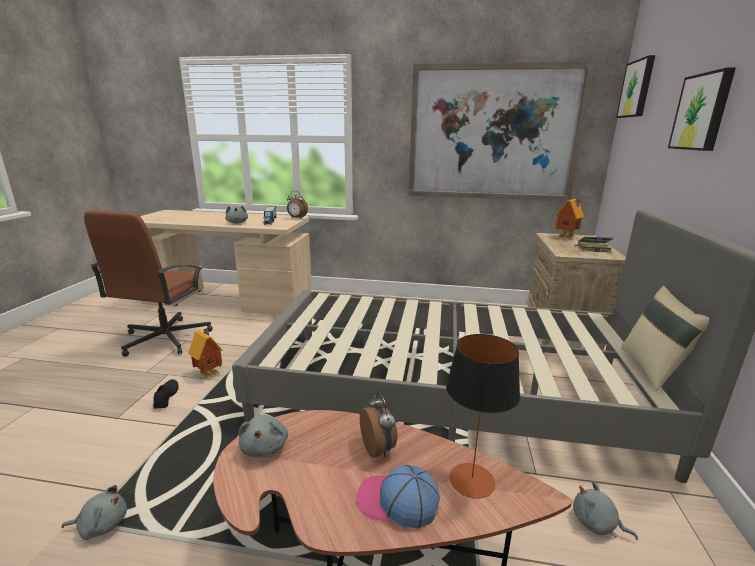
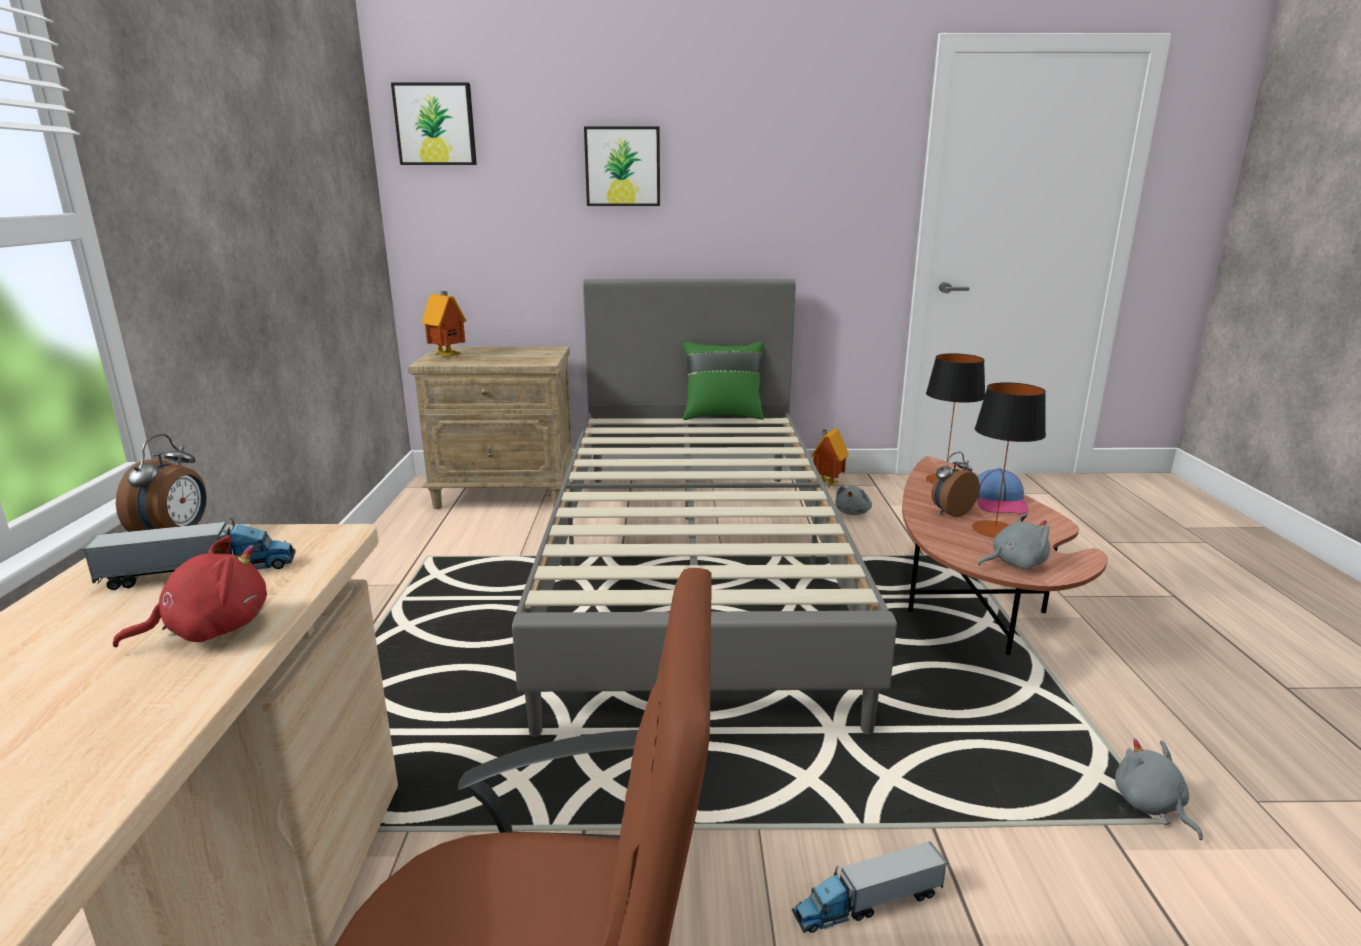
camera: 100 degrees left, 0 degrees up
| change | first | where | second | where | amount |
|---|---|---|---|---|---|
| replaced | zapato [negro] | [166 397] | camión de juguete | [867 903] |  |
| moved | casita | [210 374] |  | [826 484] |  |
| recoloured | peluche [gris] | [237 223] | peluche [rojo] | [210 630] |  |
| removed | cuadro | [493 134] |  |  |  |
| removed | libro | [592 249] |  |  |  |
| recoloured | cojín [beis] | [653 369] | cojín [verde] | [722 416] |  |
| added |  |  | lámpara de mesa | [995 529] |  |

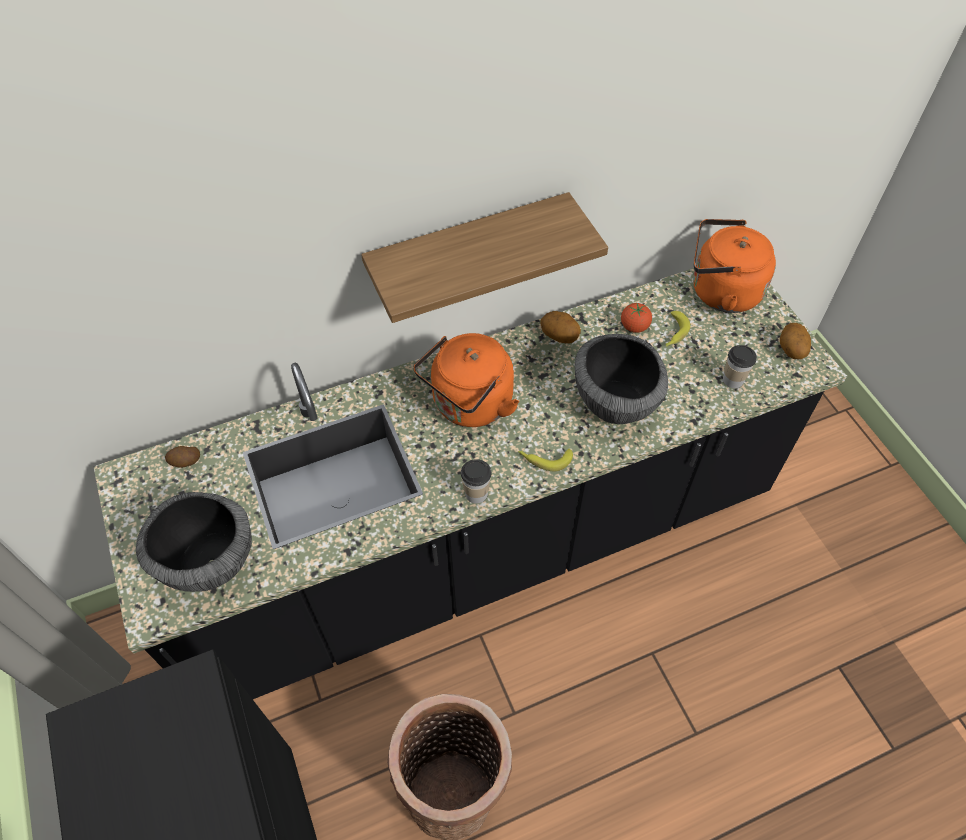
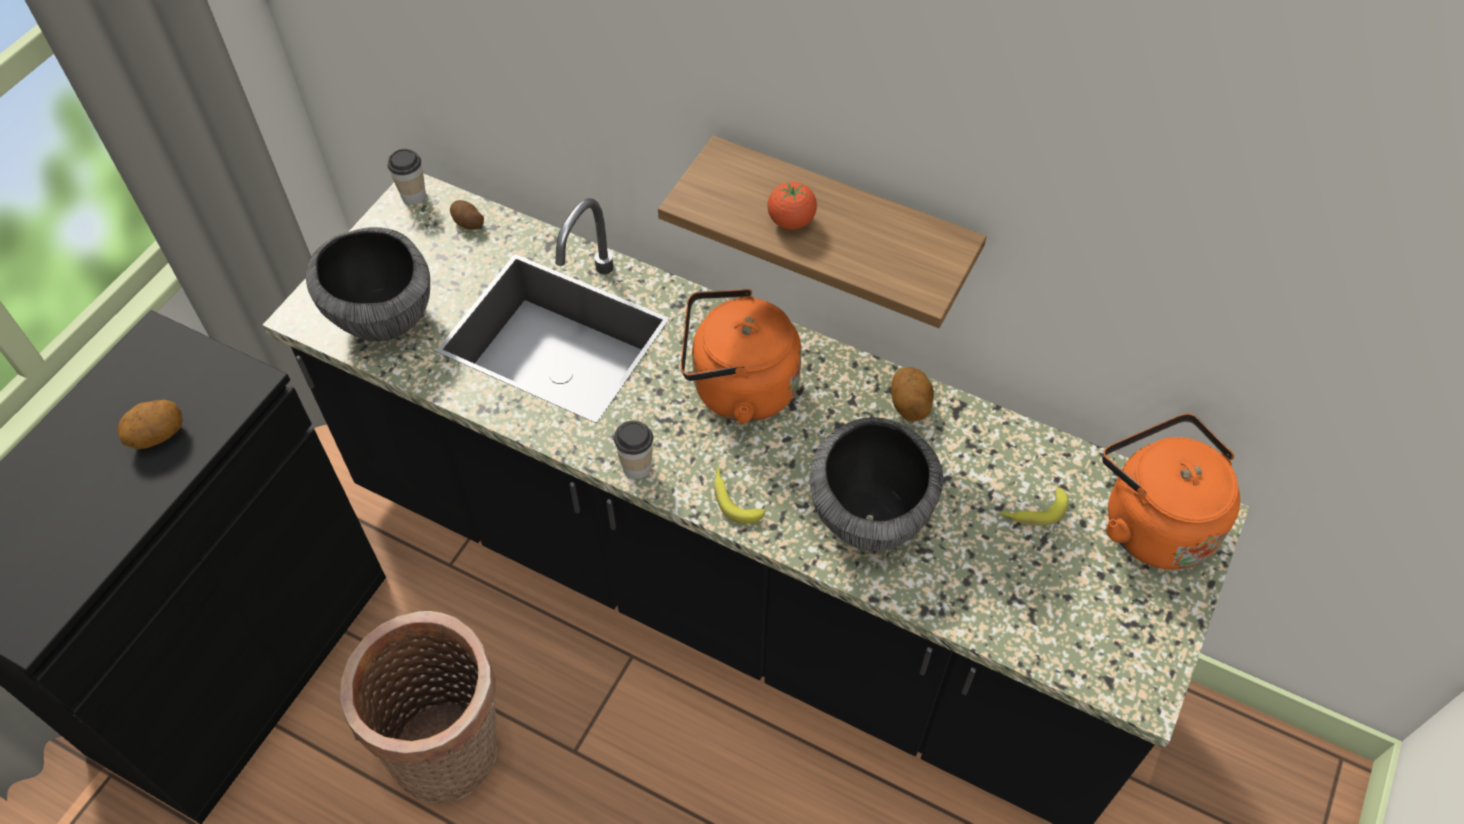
camera: 50 degrees right, 0 degrees up
| change | first | where | second | where | amount |
|---|---|---|---|---|---|
| moved | tomate | [634 327] |  | [791 221] |  |
| moved | taza | [733 380] |  | [413 195] |  |
| moved | patata | [790 350] |  | [158 435] |  |

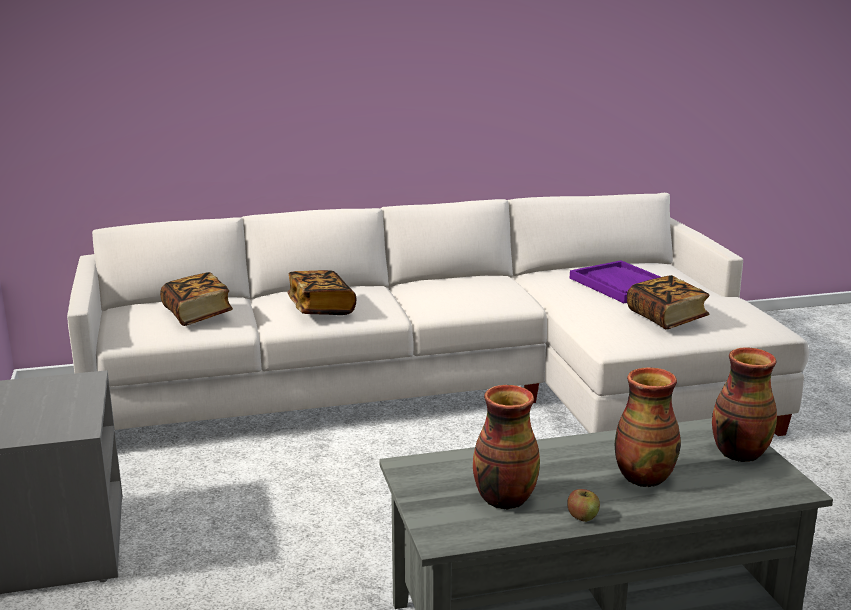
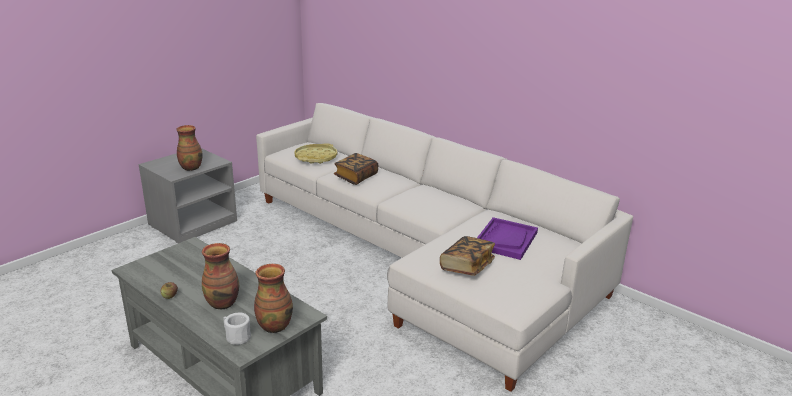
camera: 55 degrees right, 5 degrees up
| change | first | where | second | where | amount |
|---|---|---|---|---|---|
| replaced | libro | [197 314] | bandeja [amarillo] | [316 157] |  |
| moved | florero | [503 499] |  | [191 168] |  |
| added |  |  | taza grande [blanco] | [236 336] |  |

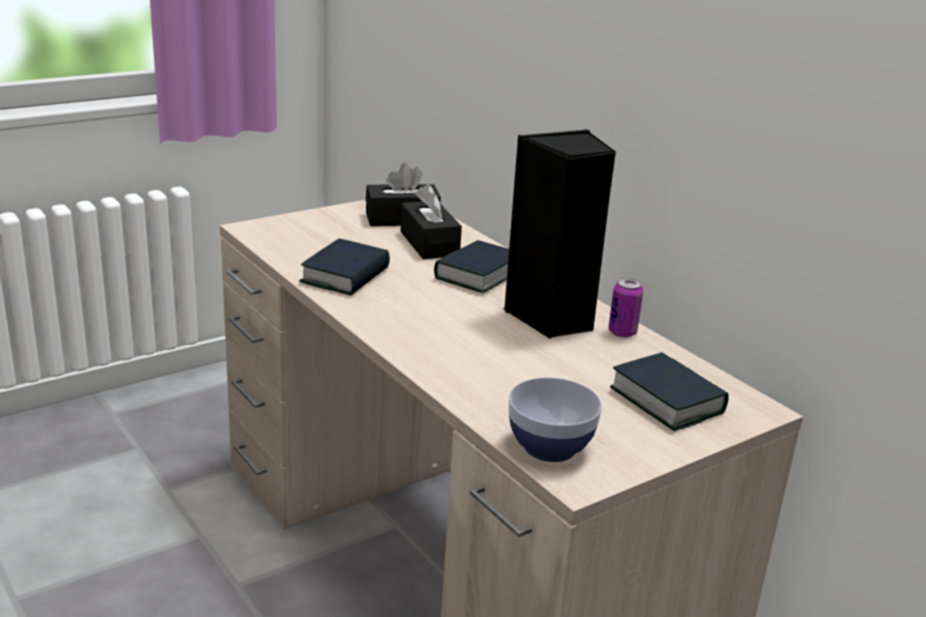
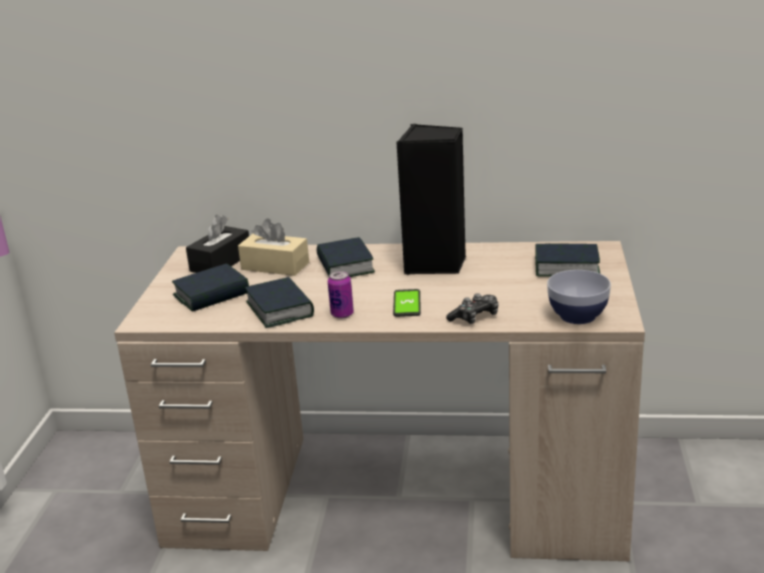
camera: 45 degrees left, 0 degrees up
| change | first | where | second | where | amount |
|---|---|---|---|---|---|
| recoloured | caja de pañuelos [negro] | [429 243] | caja de pañuelos [beis] | [275 266] |  |
| moved | lata | [622 332] |  | [342 314] |  |
| added |  |  | libro | [211 295] |  |
| added |  |  | móvil | [407 304] |  |
| added |  |  | mando de consola | [475 317] |  |

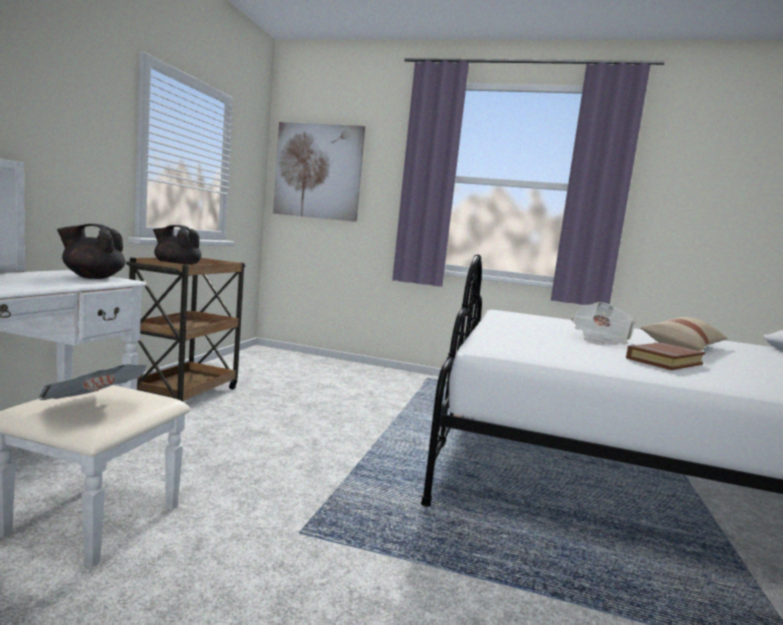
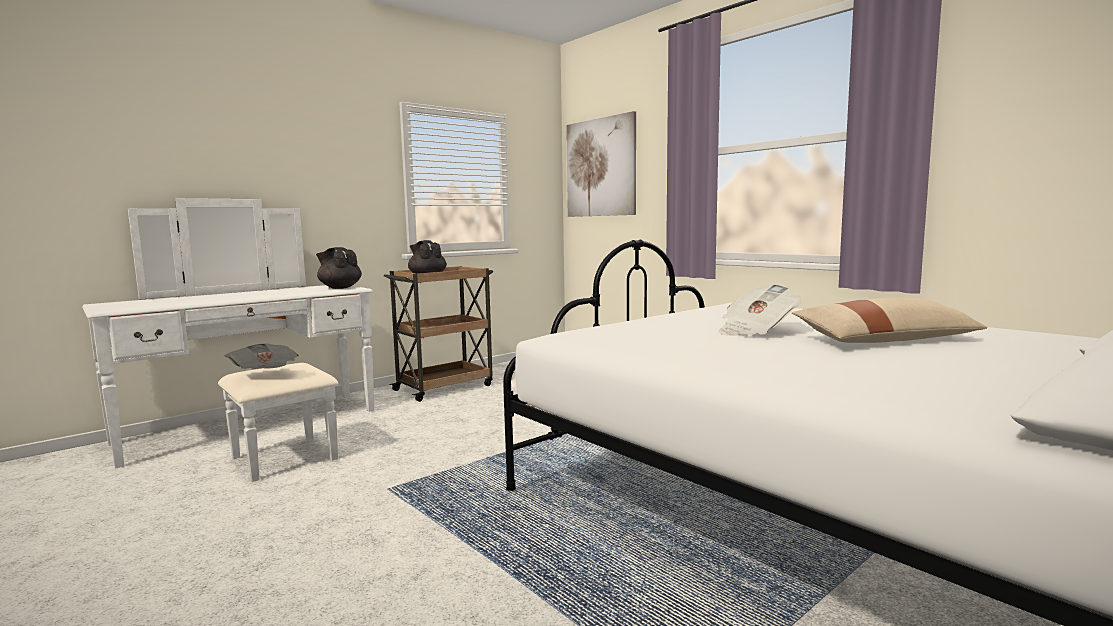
camera: 35 degrees right, 0 degrees up
| change | first | where | second | where | amount |
|---|---|---|---|---|---|
| removed | libro [marrón] | [663 361] |  |  |  |

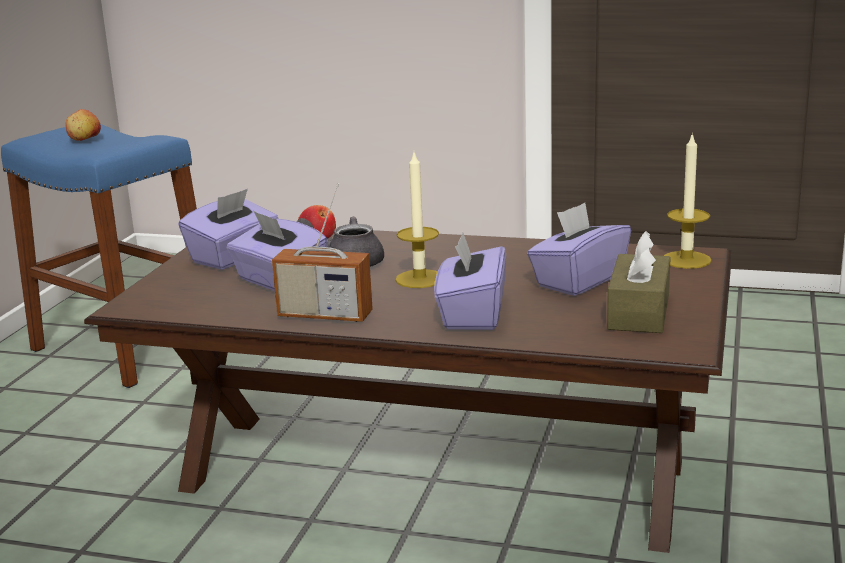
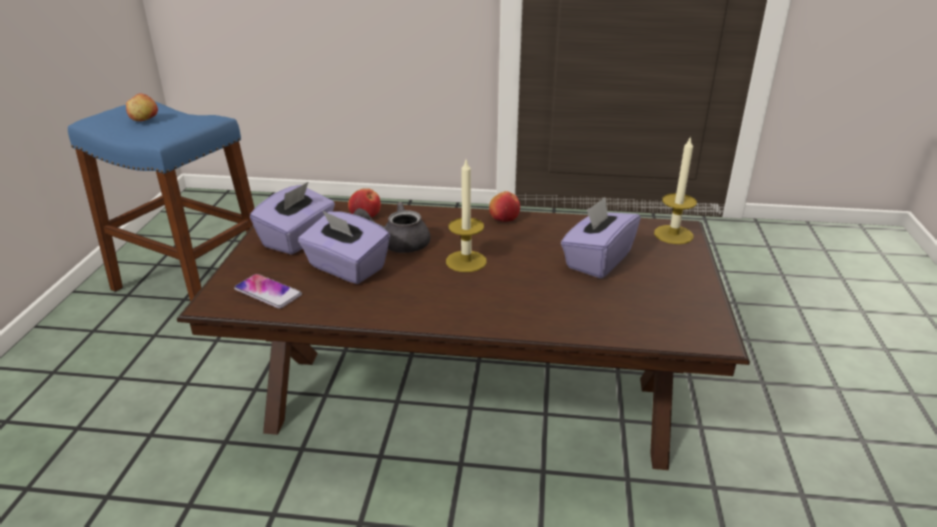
camera: 10 degrees left, 10 degrees up
| change | first | where | second | where | amount |
|---|---|---|---|---|---|
| removed | radio | [325 315] |  |  |  |
| removed | caja de pañuelos [morado] | [471 314] |  |  |  |
| removed | caja de pañuelos [marrón] | [639 312] |  |  |  |
| added |  |  | móvil | [268 292] |  |
| added |  |  | manzana | [503 219] |  |

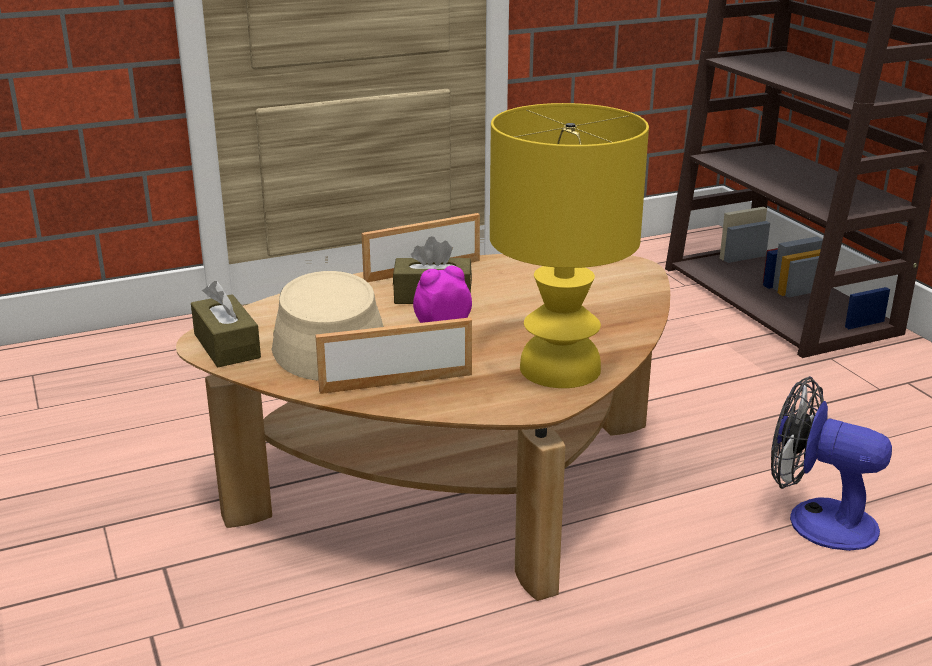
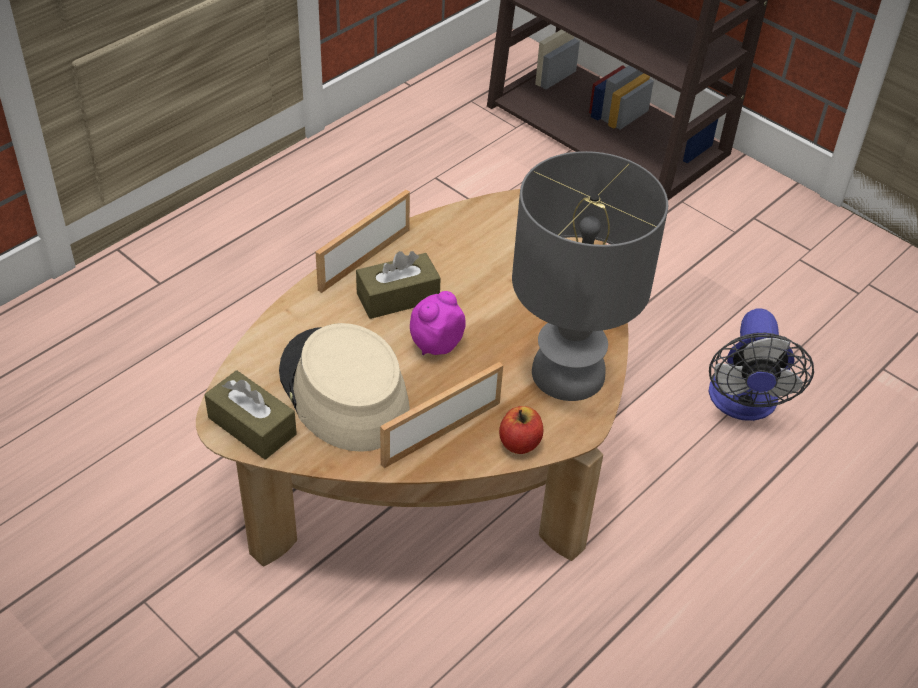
camera: 25 degrees left, 20 degrees up
| change | first | where | second | where | amount |
|---|---|---|---|---|---|
| recoloured | lámpara de mesa [amarillo] | [558 369] | lámpara de mesa [gris] | [567 375] |  |
| turned | ventilador | [816 520] |  | [743 404] | 90 degrees counterclockwise |
| added |  |  | manzana | [520 443] |  |

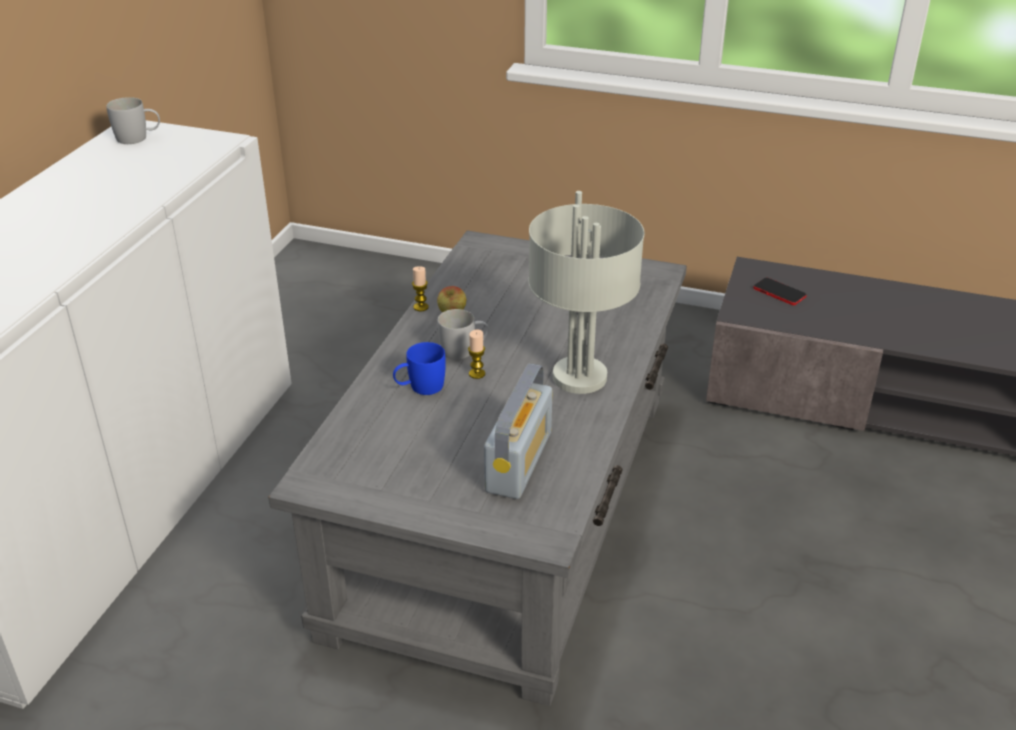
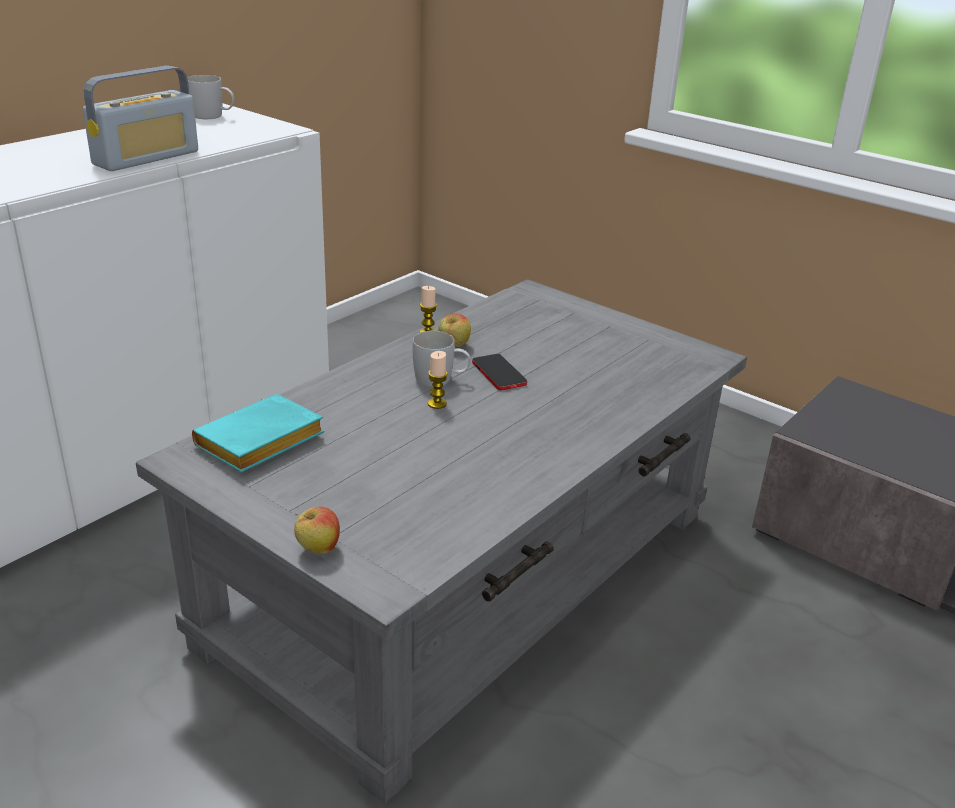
camera: 20 degrees right, 5 degrees down
| change | first | where | second | where | amount |
|---|---|---|---|---|---|
| removed | taza grande [azul] | [420 387] |  |  |  |
| moved | radio | [519 462] |  | [146 158] |  |
| removed | lámpara de mesa [gris] | [581 377] |  |  |  |
| moved | móvil | [779 292] |  | [499 373] |  |
| added |  |  | libro [turquesa] | [259 444] |  |
| added |  |  | manzana | [318 549] |  |

